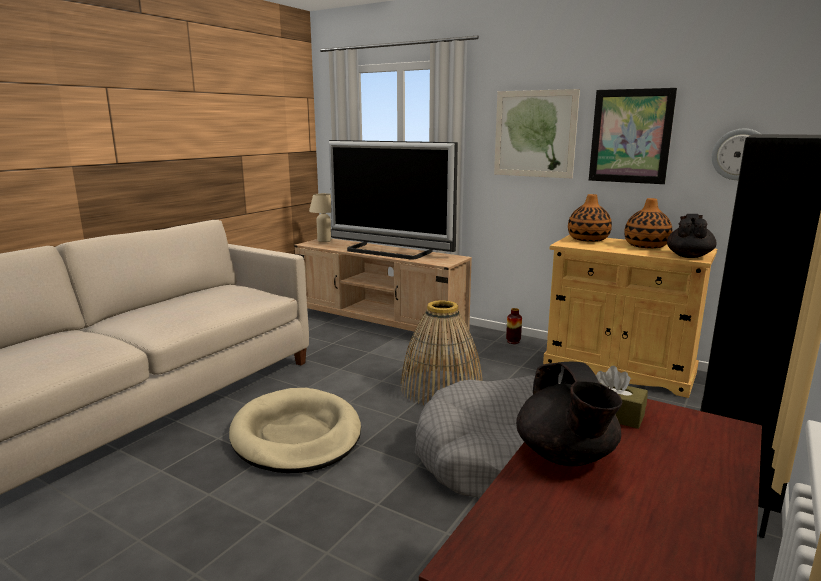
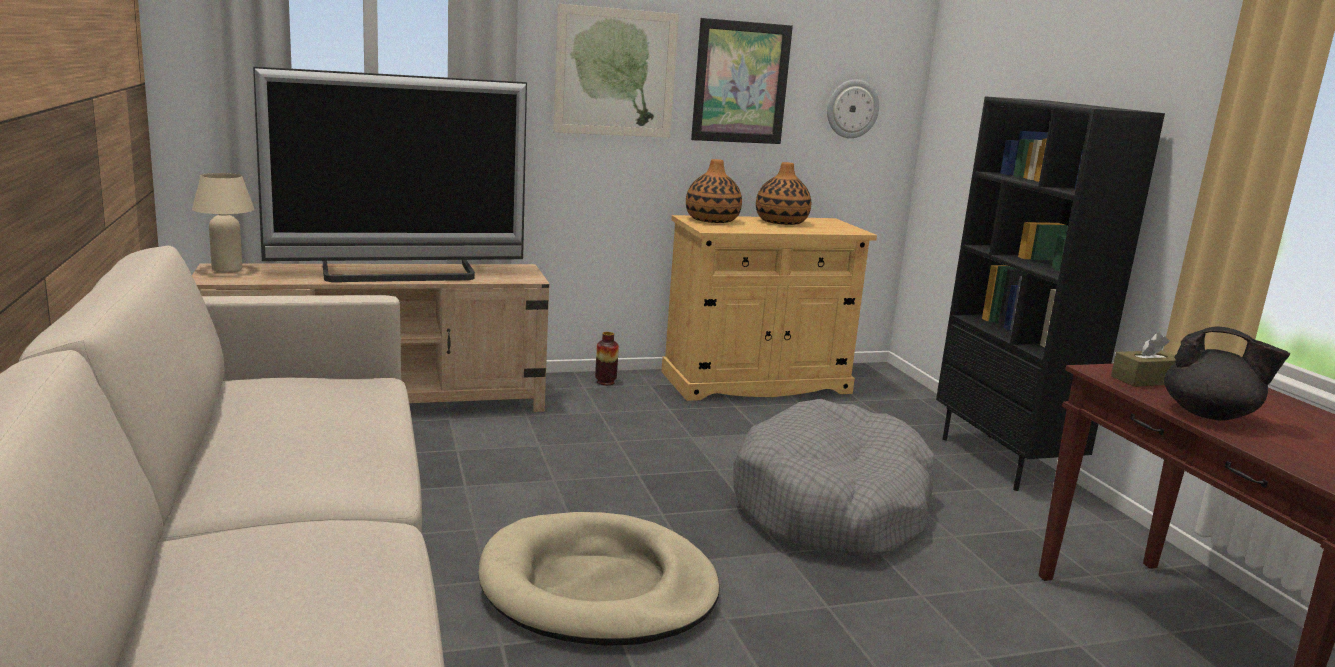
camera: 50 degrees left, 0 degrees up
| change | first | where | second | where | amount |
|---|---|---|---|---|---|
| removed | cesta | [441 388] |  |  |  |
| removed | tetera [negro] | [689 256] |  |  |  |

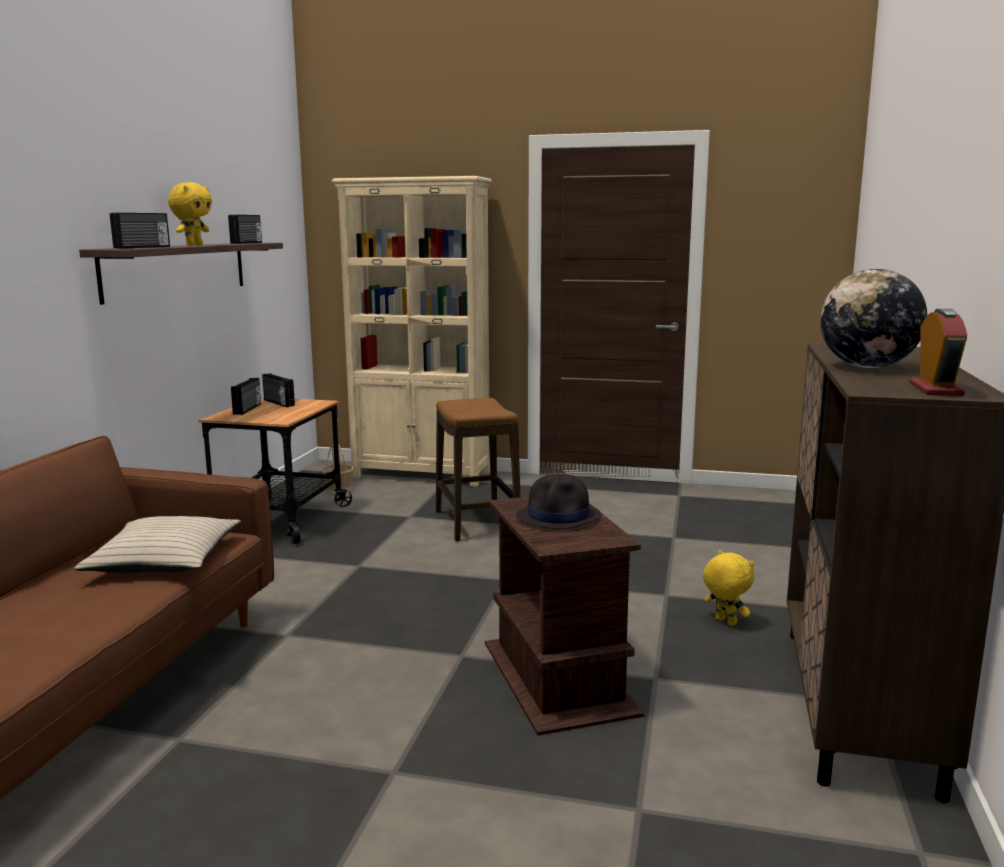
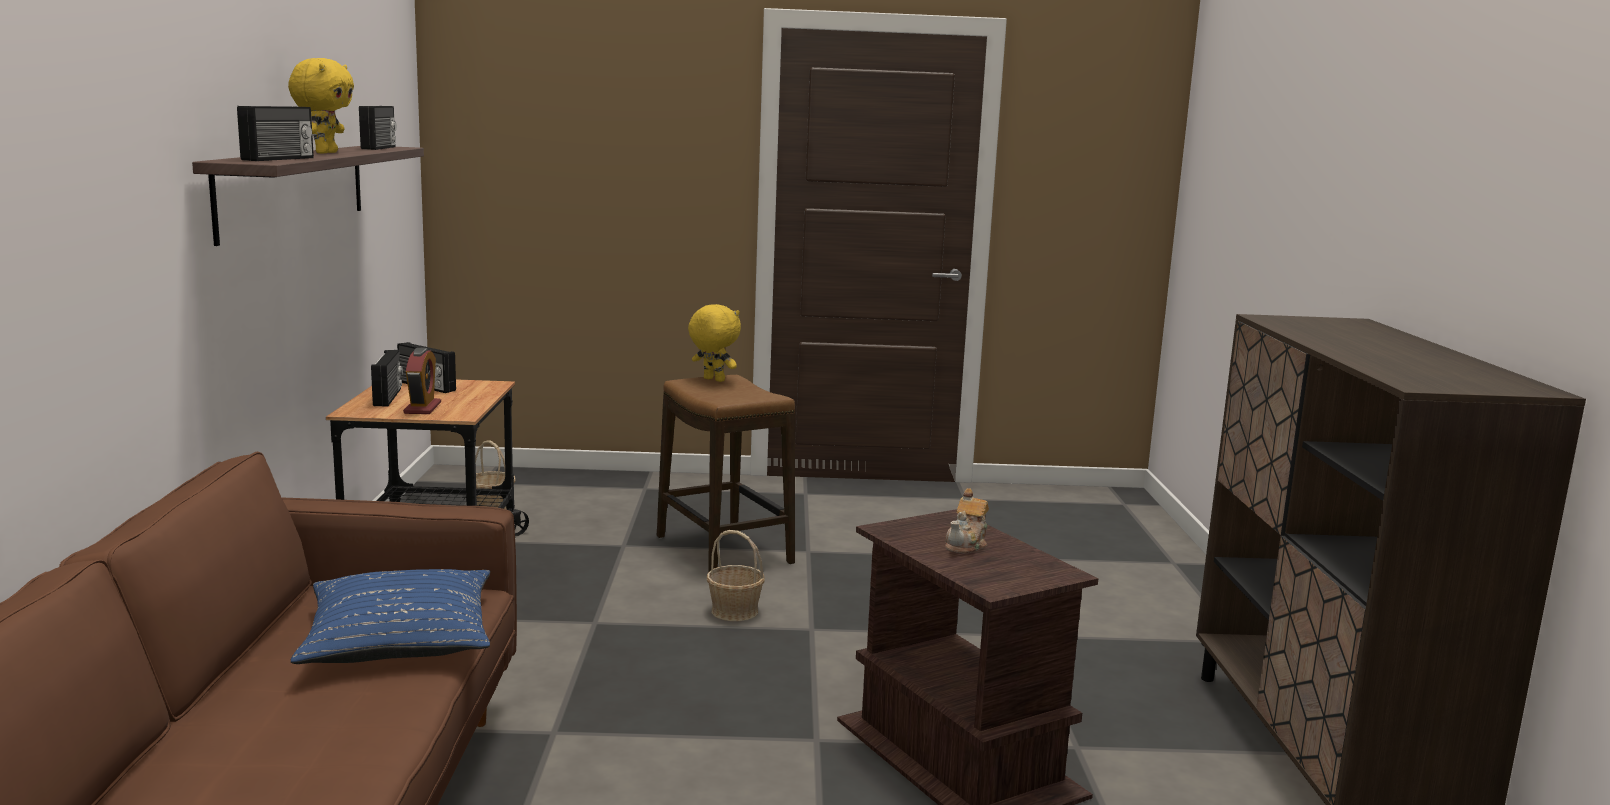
camera: 15 degrees left, 0 degrees up
| change | first | where | second | where | amount |
|---|---|---|---|---|---|
| recoloured | cojín [beis] | [164 561] | cojín [azul] | [399 638] |  |
| removed | estantería [beis] | [422 475] |  |  |  |
| replaced | sombrero [negro] | [559 516] | tetera | [967 545] |  |
| moved | peluche [amarillo] | [725 622] |  | [712 380] |  |
| removed | globo terráqueo | [867 367] |  |  |  |
| moved | despertador | [935 389] |  | [422 408] |  |
| added |  |  | cesta | [734 611] |  |

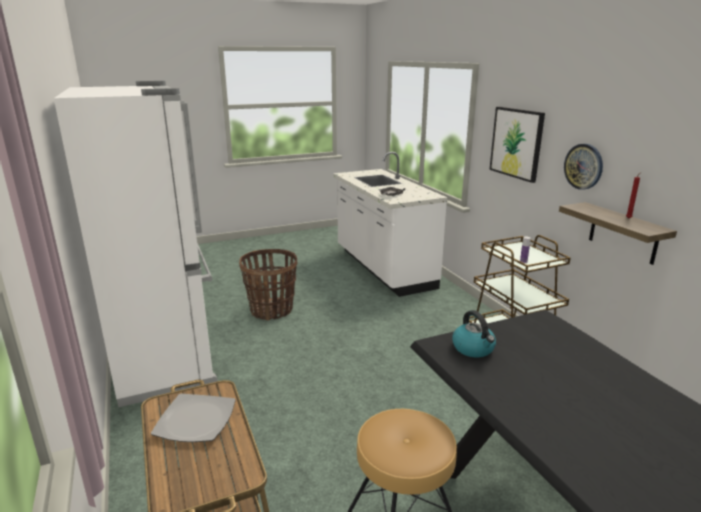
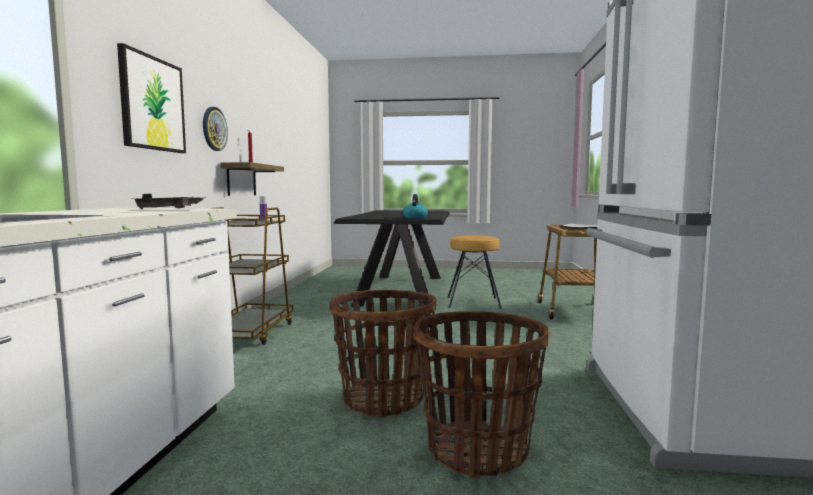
camera: 150 degrees left, 15 degrees down
| change | first | where | second | where | amount |
|---|---|---|---|---|---|
| added |  |  | cesta | [383 400] |  |

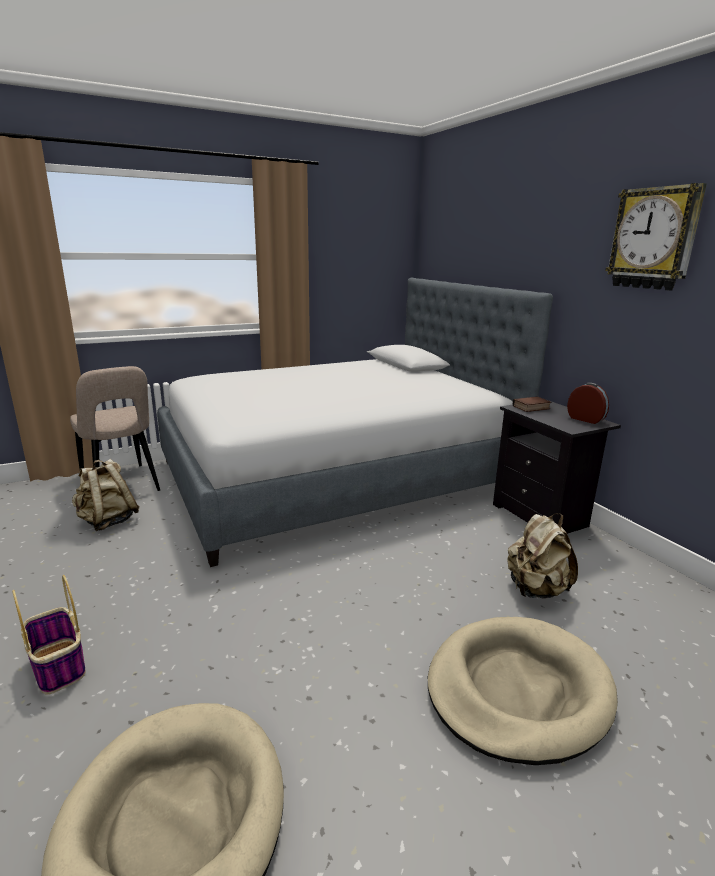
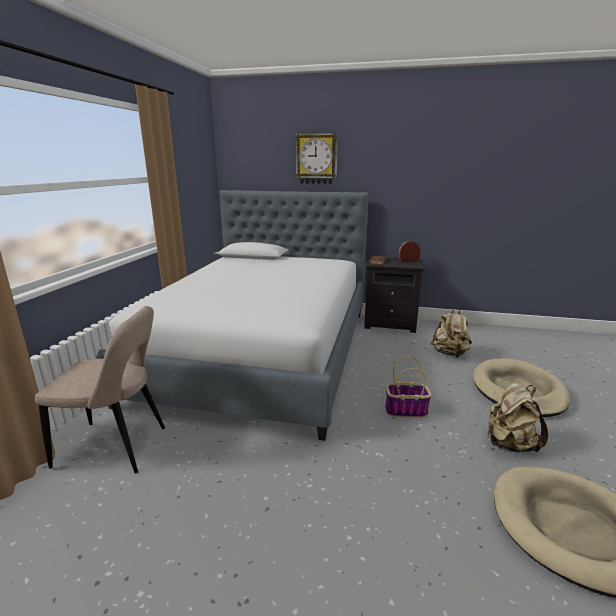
camera: 50 degrees left, 0 degrees up
| change | first | where | second | where | amount |
|---|---|---|---|---|---|
| moved | cesta | [59 666] |  | [406 410] |  |
| moved | mochila [beis] | [108 521] |  | [509 444] |  |
| moved | reloj de pared | [653 239] |  | [316 159] |  |

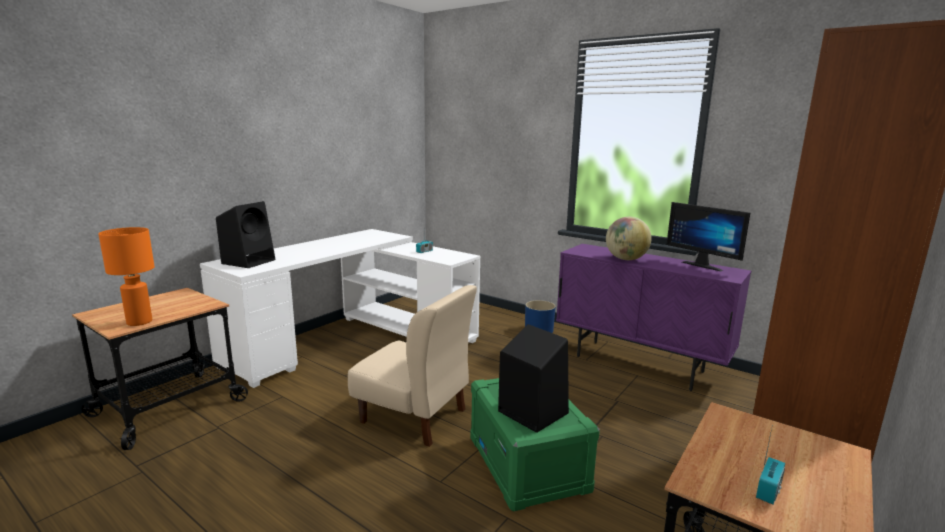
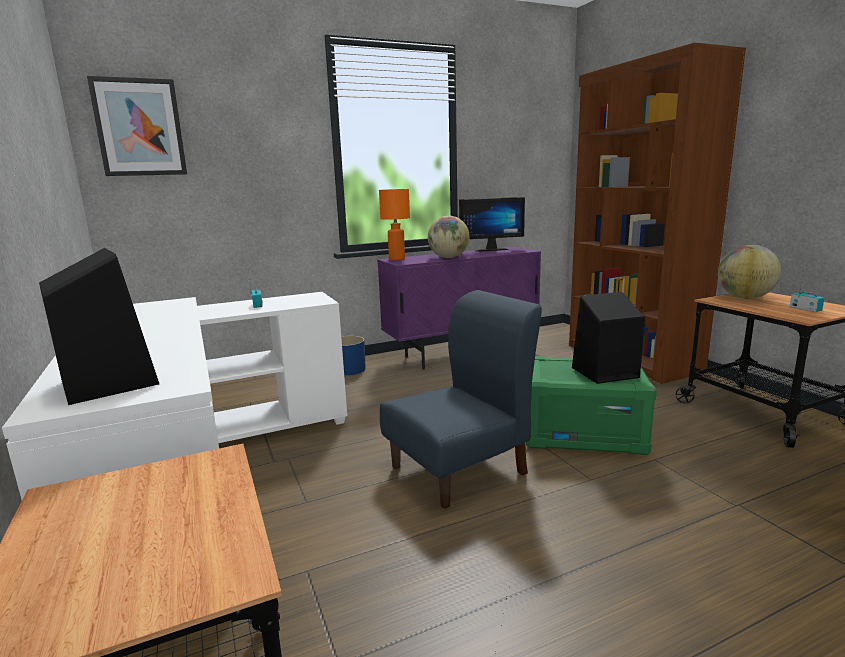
camera: 60 degrees left, 0 degrees up
| change | first | where | second | where | amount |
|---|---|---|---|---|---|
| moved | lámpara de mesa [naranja] | [139 322] |  | [397 259] |  |
| recoloured | silla [beis] | [414 416] | silla [azul] | [460 470] |  |
| added |  |  | cuadro | [139 127] |  |
| added |  |  | globo terráqueo | [744 298] |  |

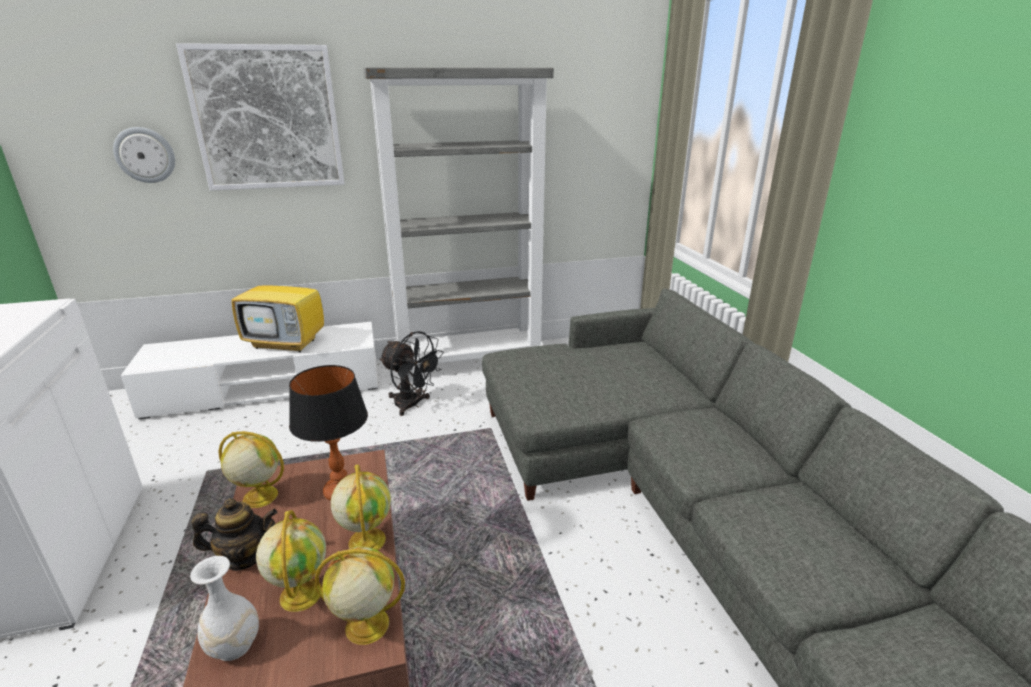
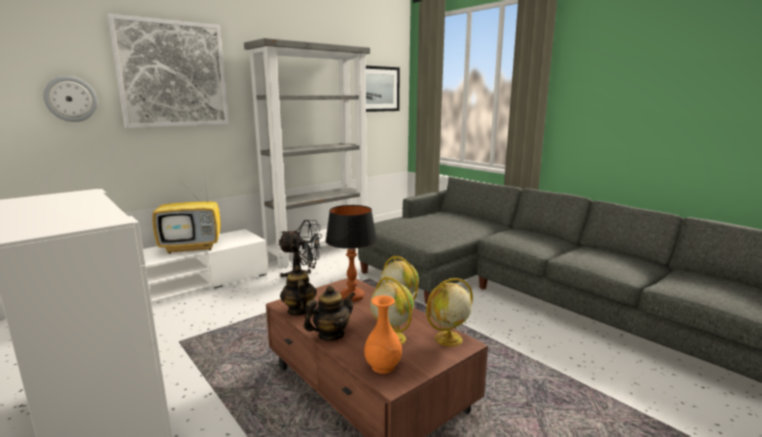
camera: 25 degrees left, 10 degrees down
| change | first | where | second | where | amount |
|---|---|---|---|---|---|
| recoloured | florero [blanco] | [233 646] | florero [naranja] | [382 367] |  |
| replaced | globo terráqueo | [259 497] | tetera | [299 310] |  |
| added |  |  | cuadro | [378 89] |  |

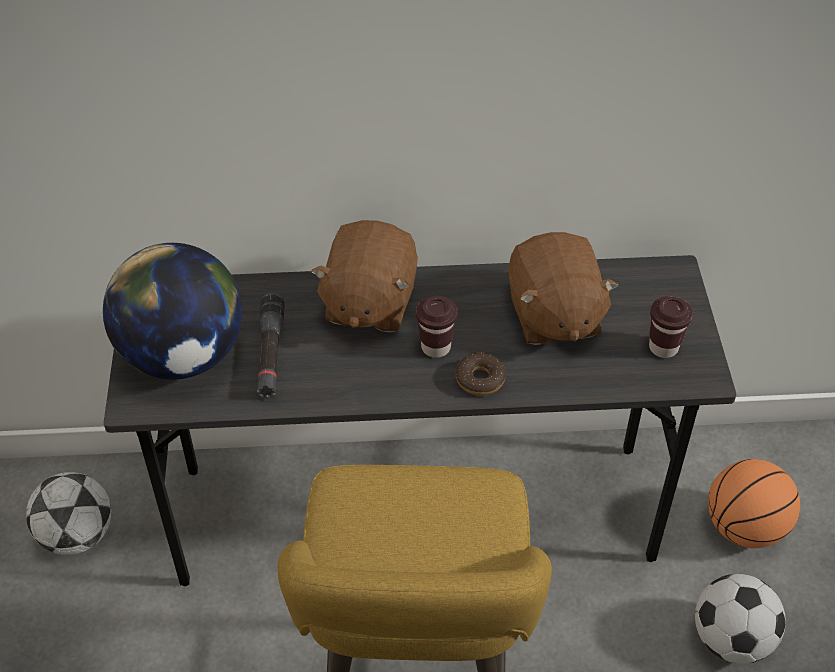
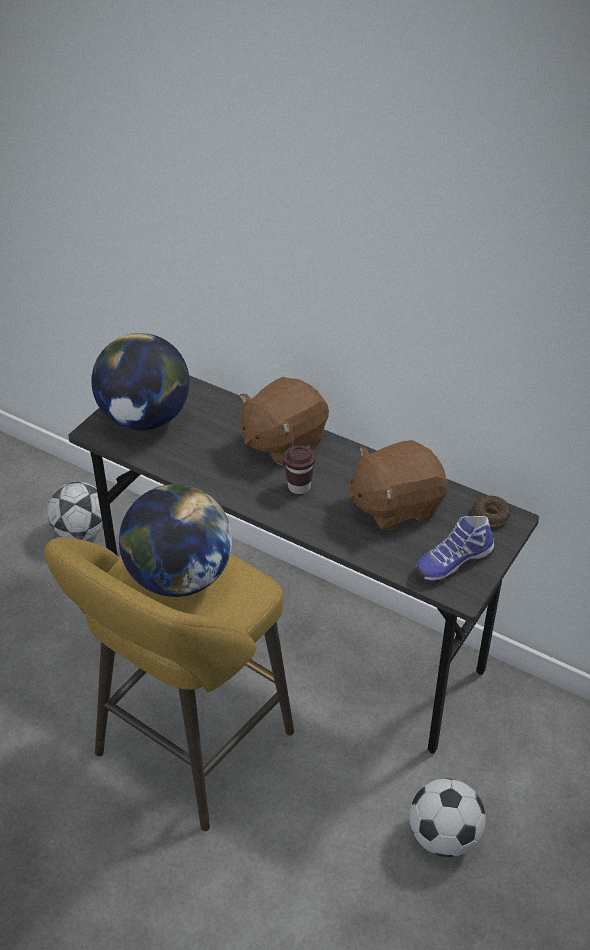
camera: 35 degrees right, 5 degrees down
| change | first | where | second | where | amount |
|---|---|---|---|---|---|
| removed | linterna [negro] | [270 353] |  |  |  |
| moved | rosquilla | [480 379] |  | [490 515] |  |
| turned | peluche [marrón] | [553 316] |  | [395 505] | 45 degrees clockwise |
| replaced | taza [marrón] | [663 347] | zapato | [452 561] |  |
| removed | balón de baloncesto | [744 527] |  |  |  |
| added |  |  | globo terráqueo | [179 577] |  |

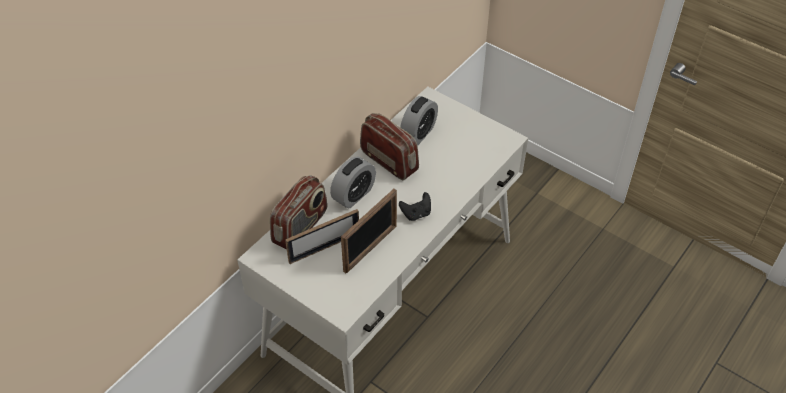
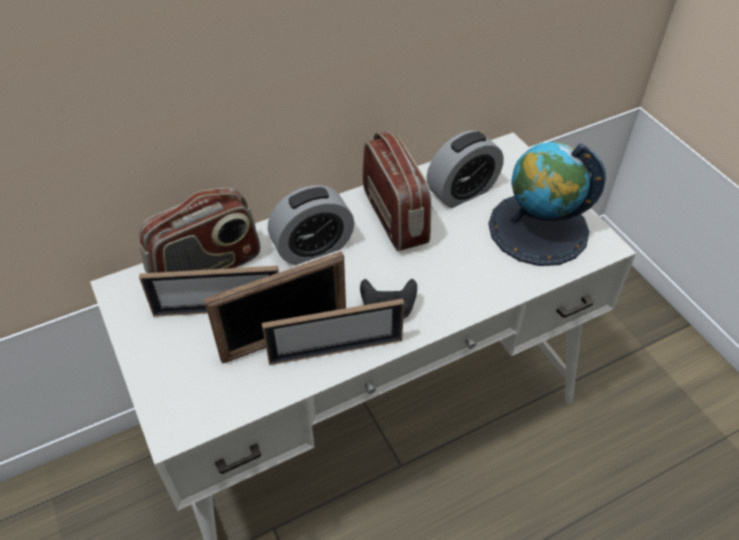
camera: 25 degrees right, 0 degrees up
| change | first | where | second | where | amount |
|---|---|---|---|---|---|
| added |  |  | portarretratos | [336 350] |  |
| added |  |  | globo terráqueo | [538 229] |  |

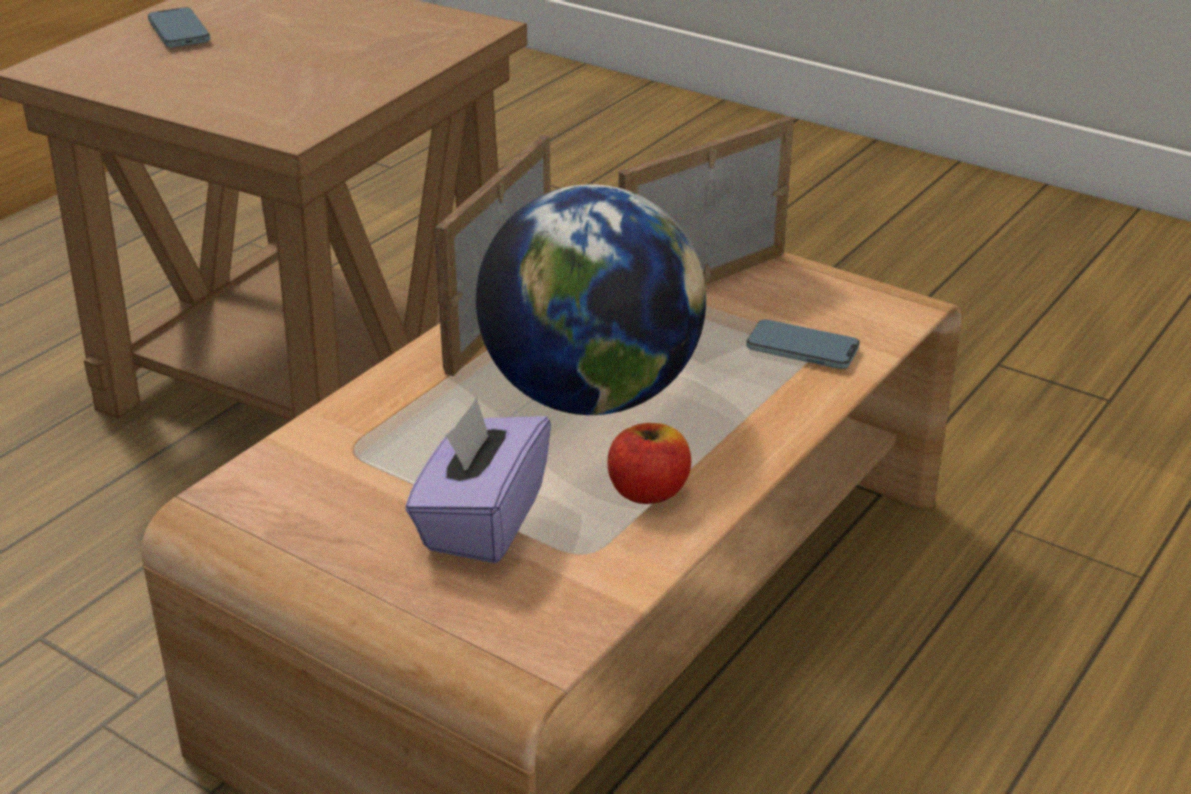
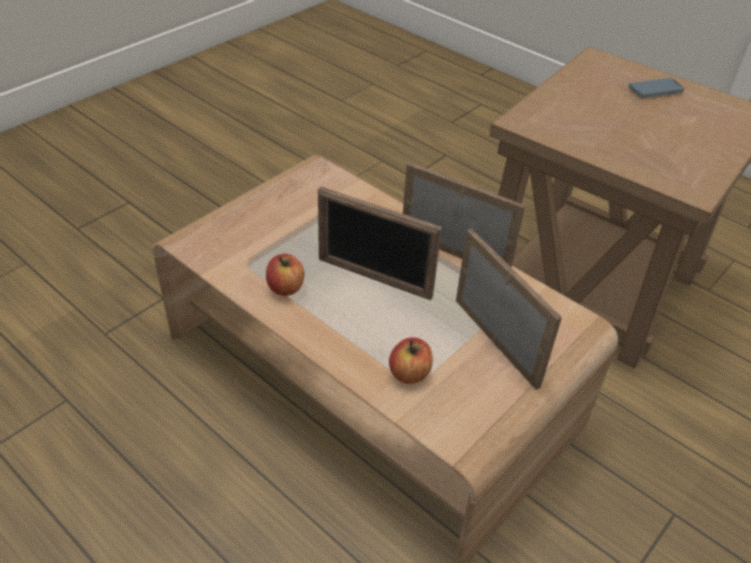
camera: 95 degrees right, 10 degrees up
| change | first | where | second | where | amount |
|---|---|---|---|---|---|
| removed | caja de pañuelos [morado] | [481 521] |  |  |  |
| replaced | globo terráqueo | [591 396] | portarretratos | [374 278] |  |
| replaced | móvil | [802 349] | manzana | [409 373] |  |

